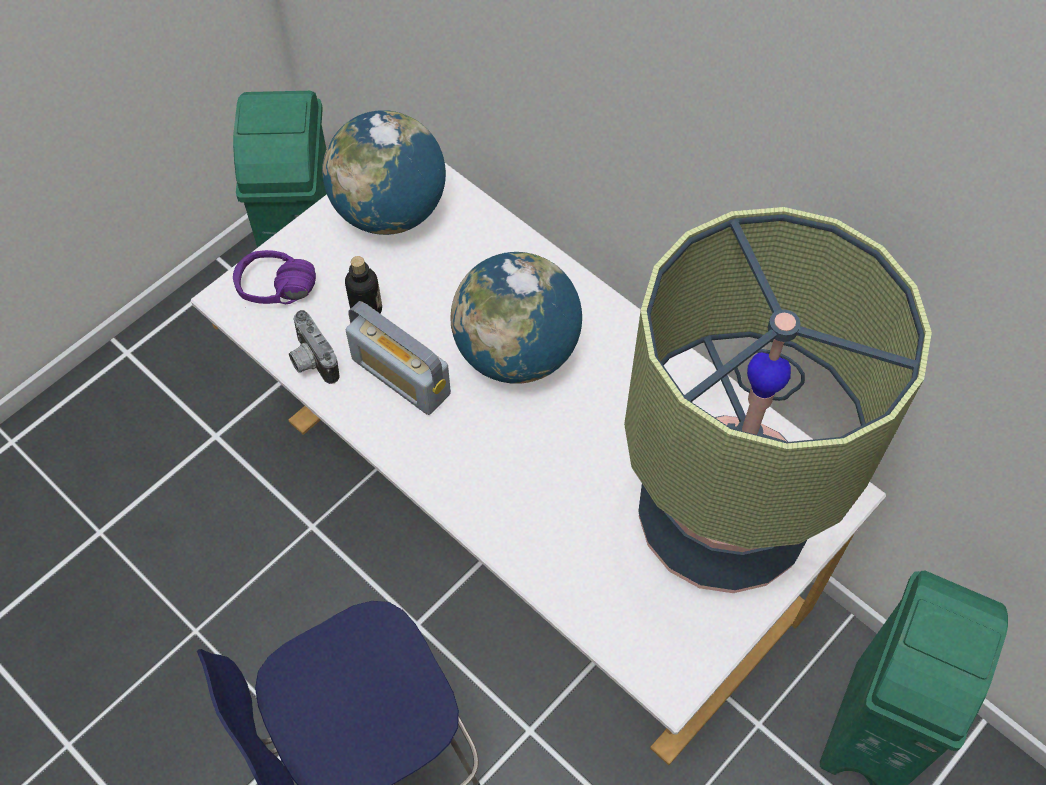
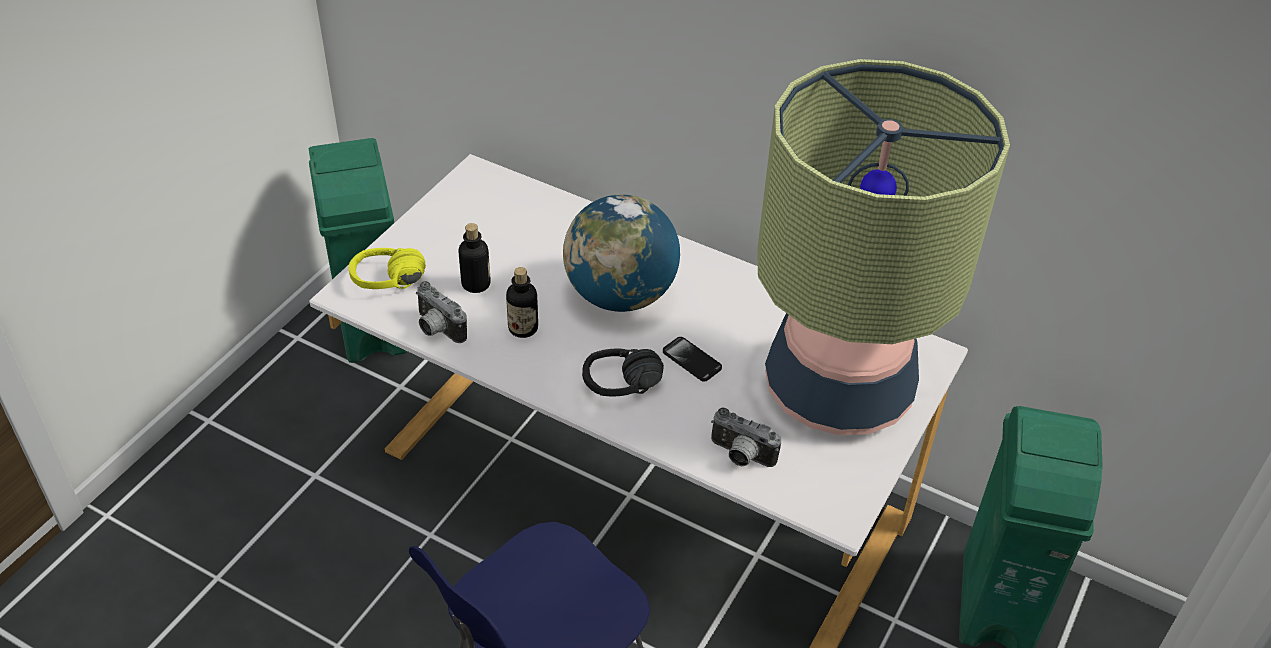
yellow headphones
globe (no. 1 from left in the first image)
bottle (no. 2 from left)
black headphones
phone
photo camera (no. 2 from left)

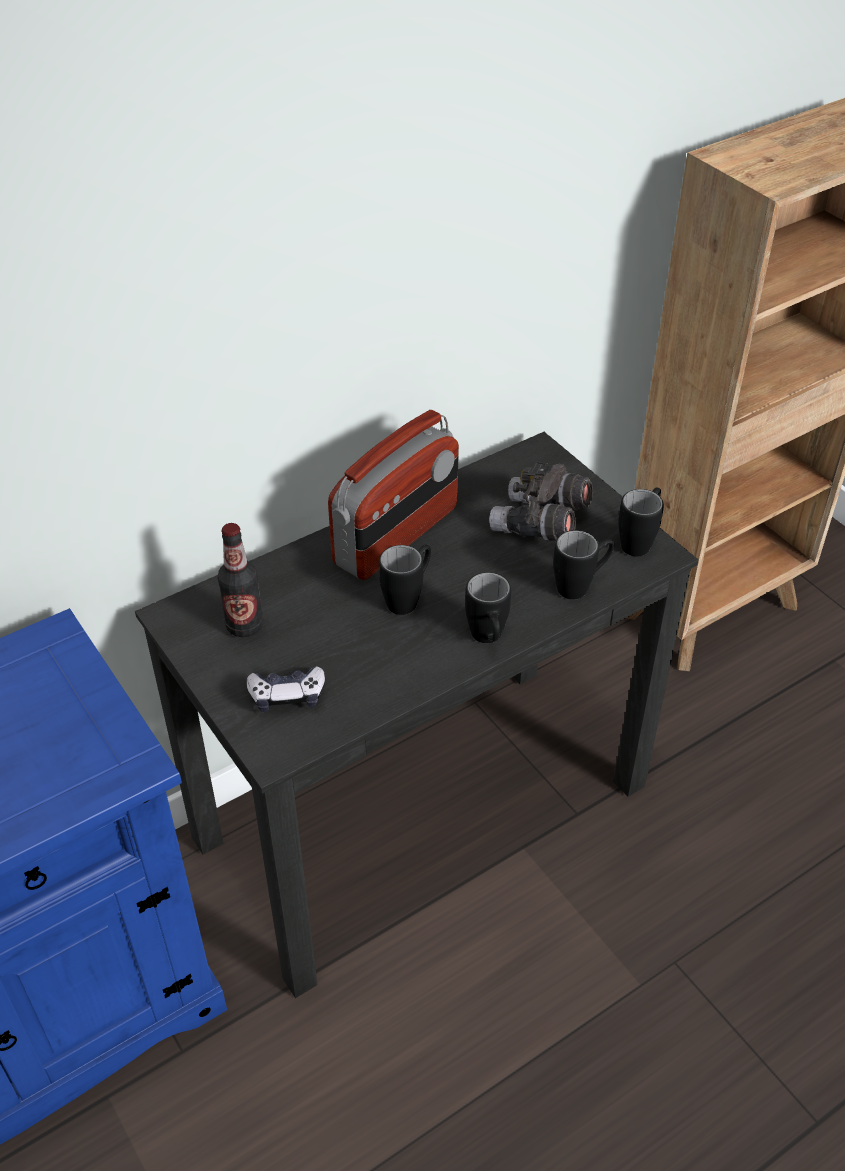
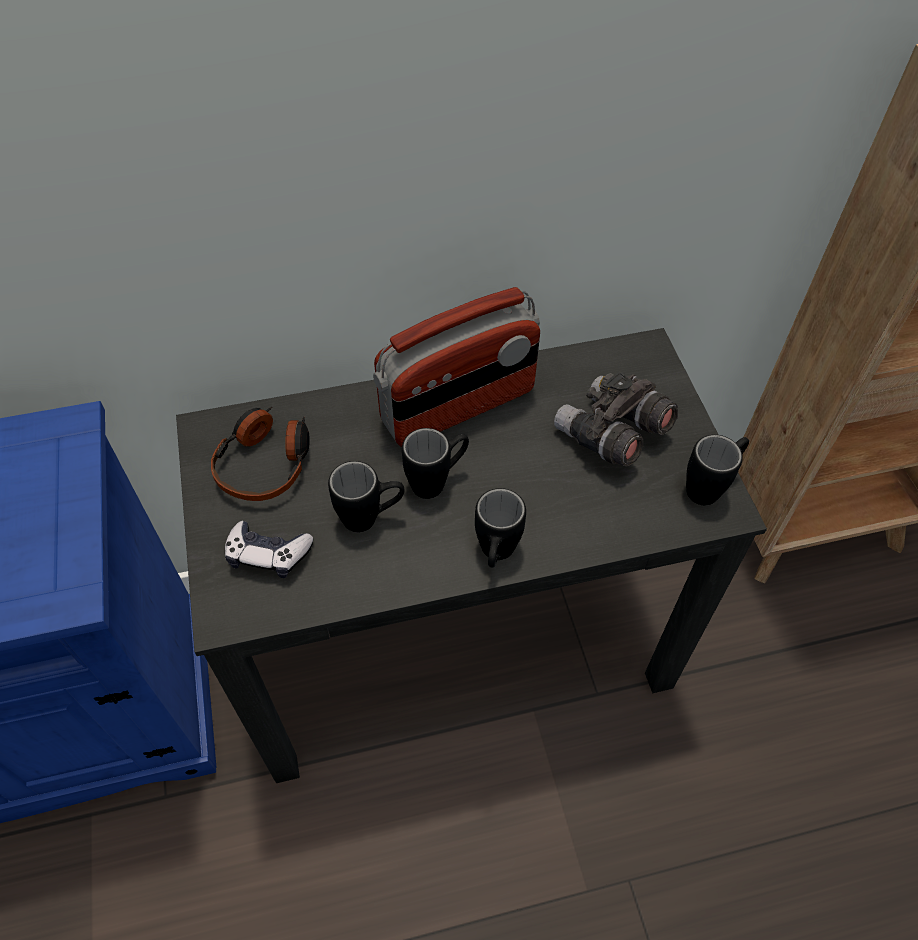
headphones
black mug (no. 1 from left)

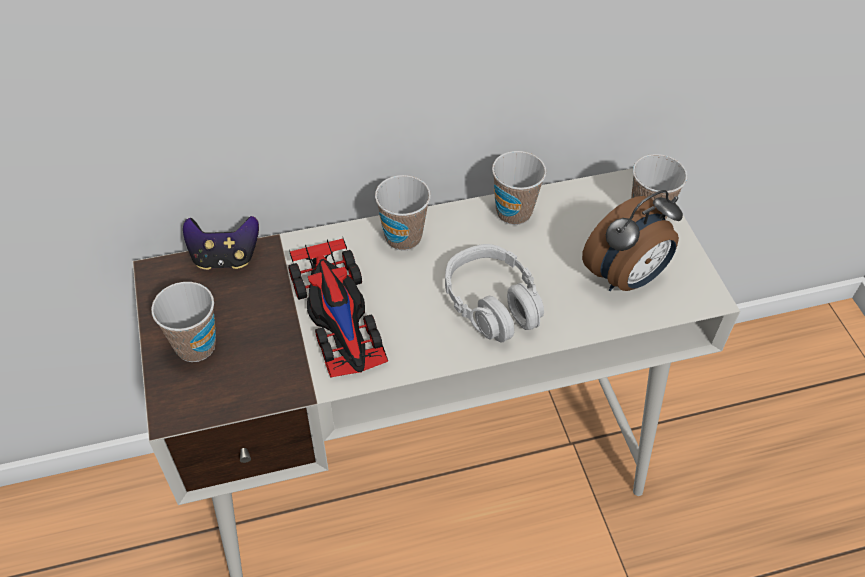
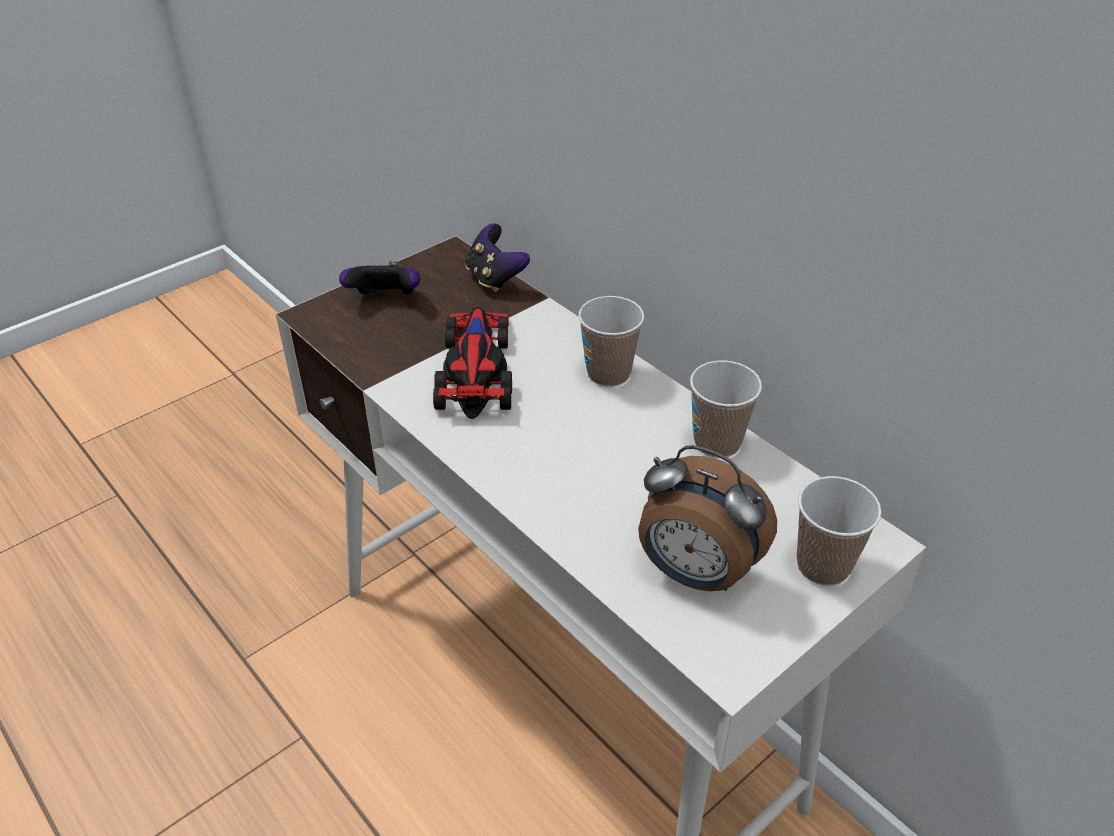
game controller (no. 1 from left)
toy car
grey headphones

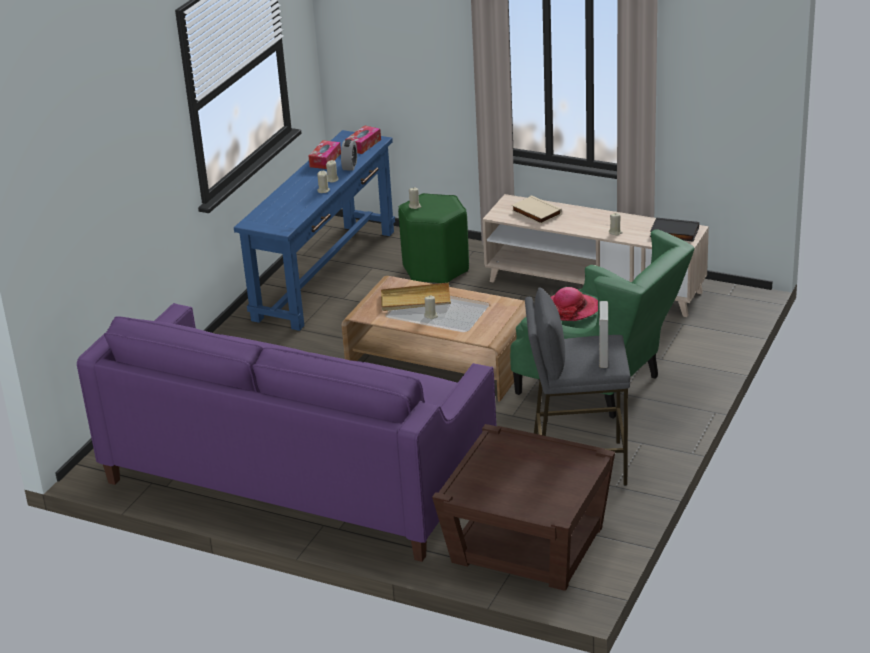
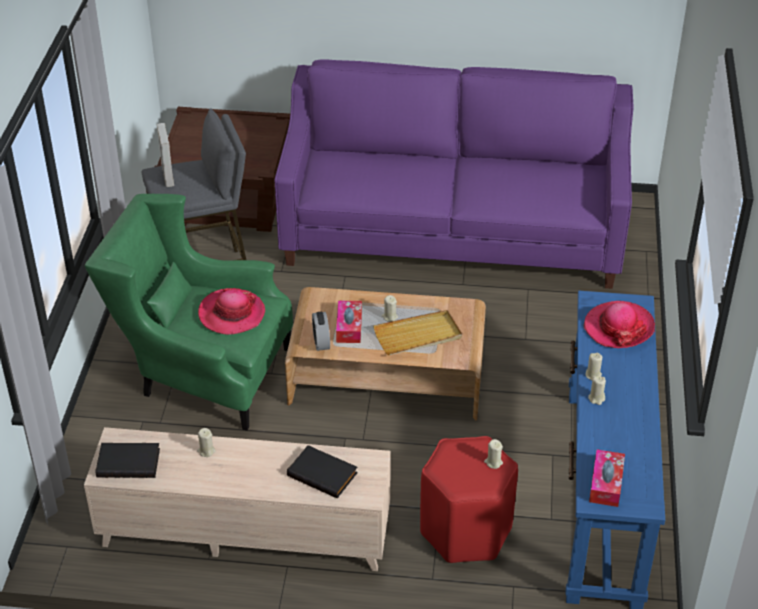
tissue box (no. 1 from left)
alarm clock
red stool
black book (no. 2 from left)
hat (no. 2 from left)

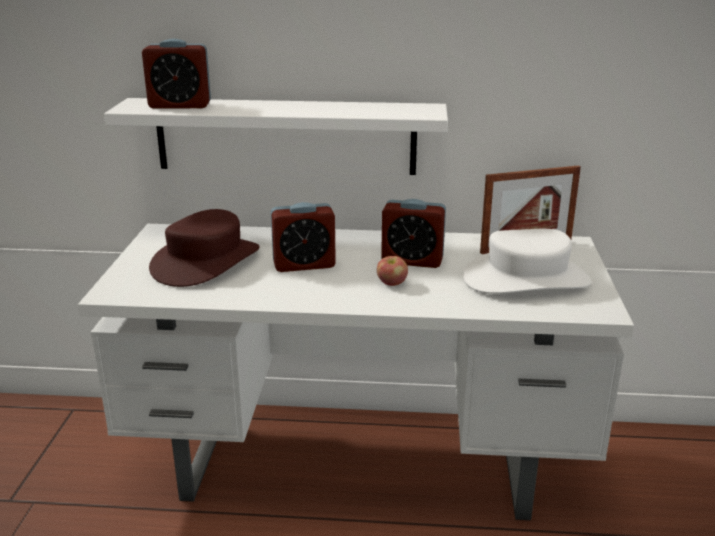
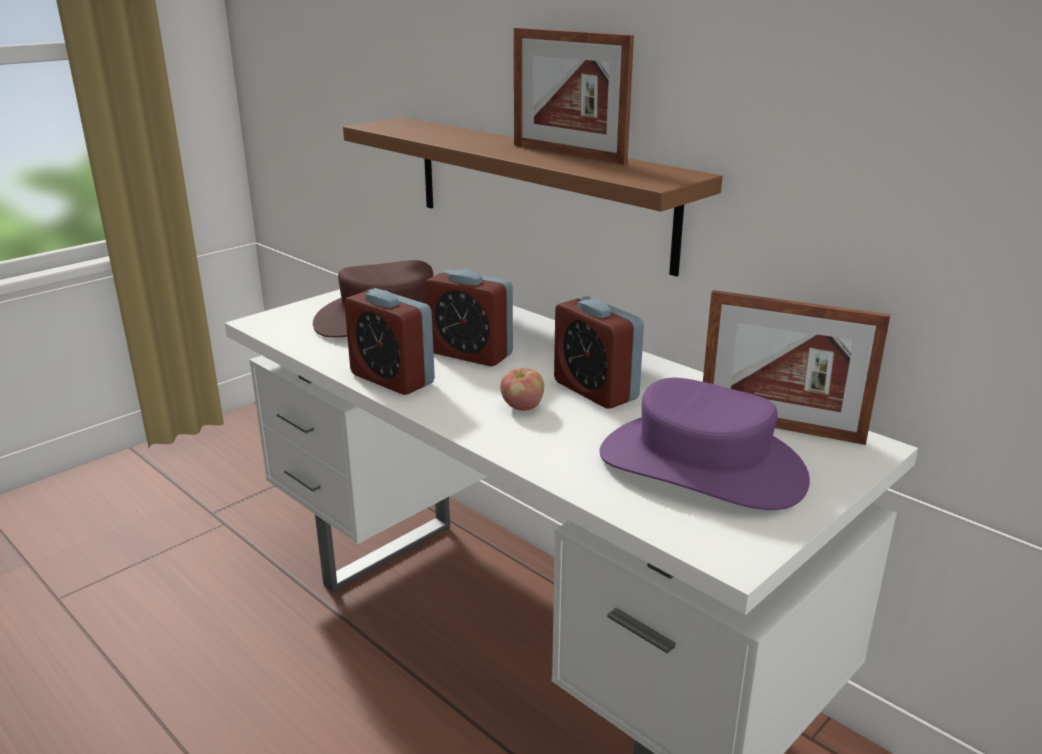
brown shelf
alarm clock (no. 1 from left)
purple hat
picture frame (no. 1 from left)

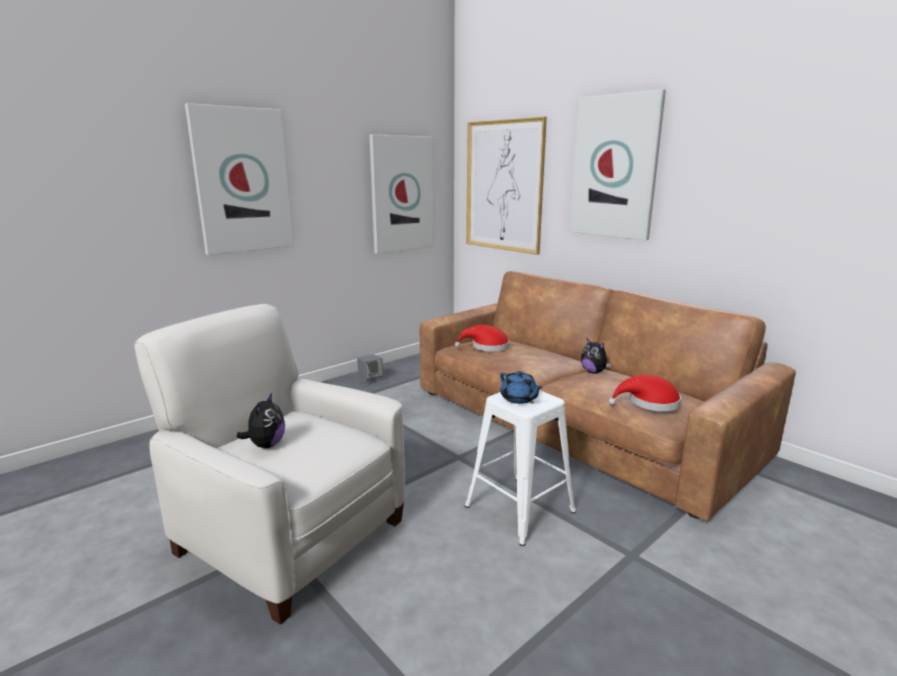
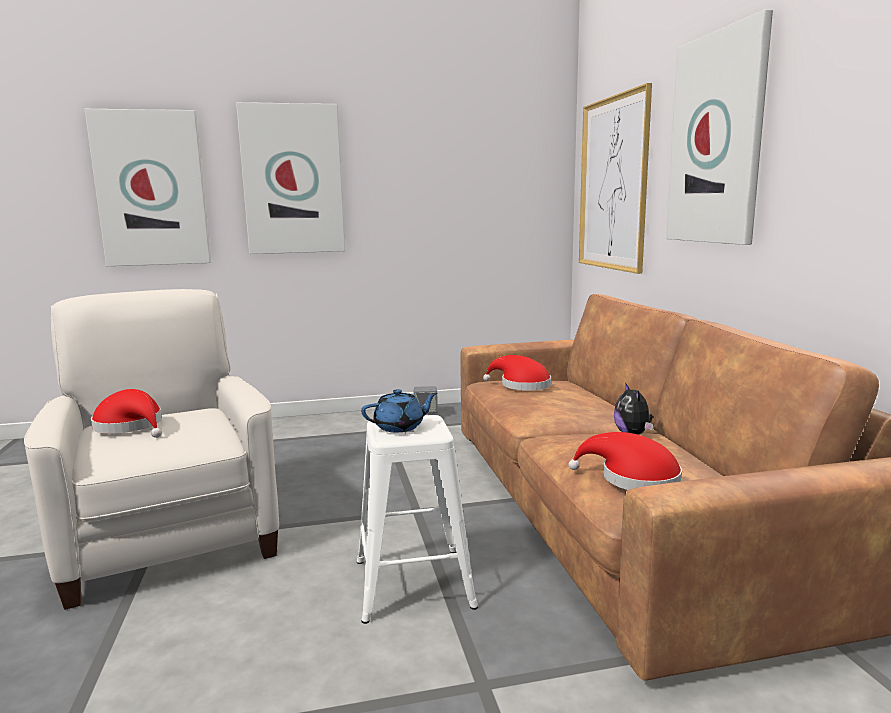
red hat (no. 1 from left)
picture (no. 1 from left)
blue teapot

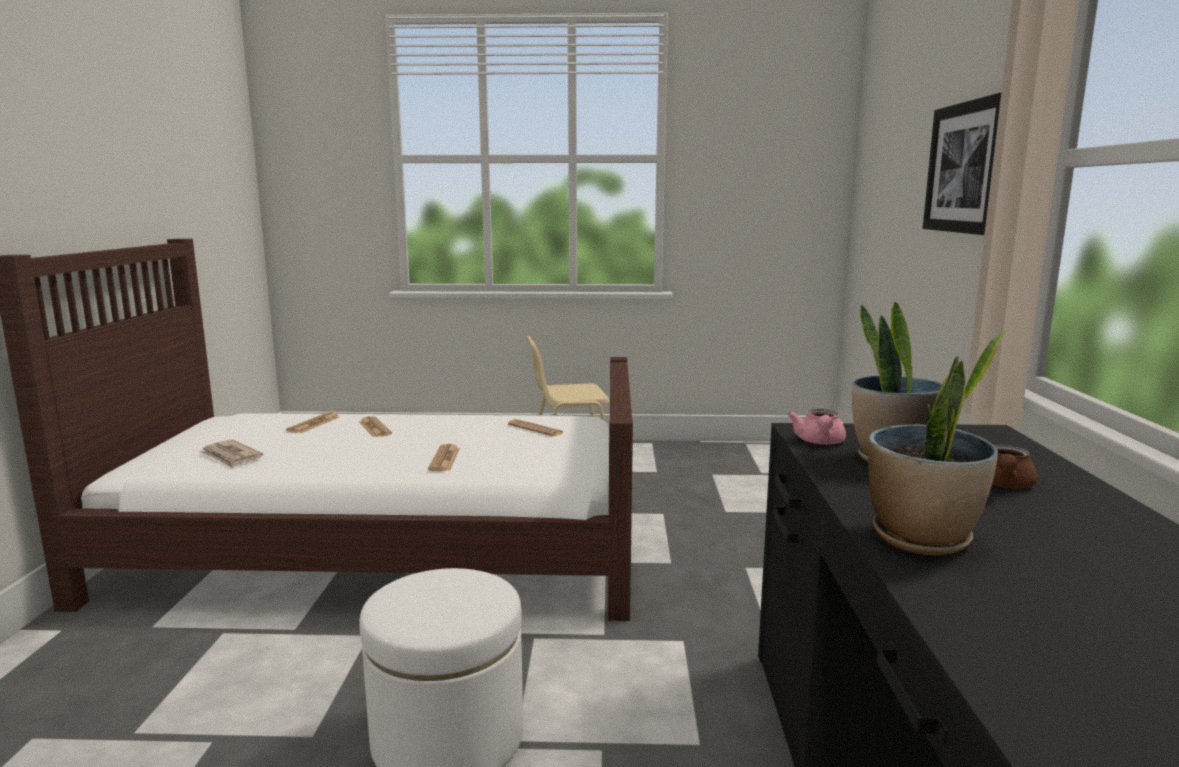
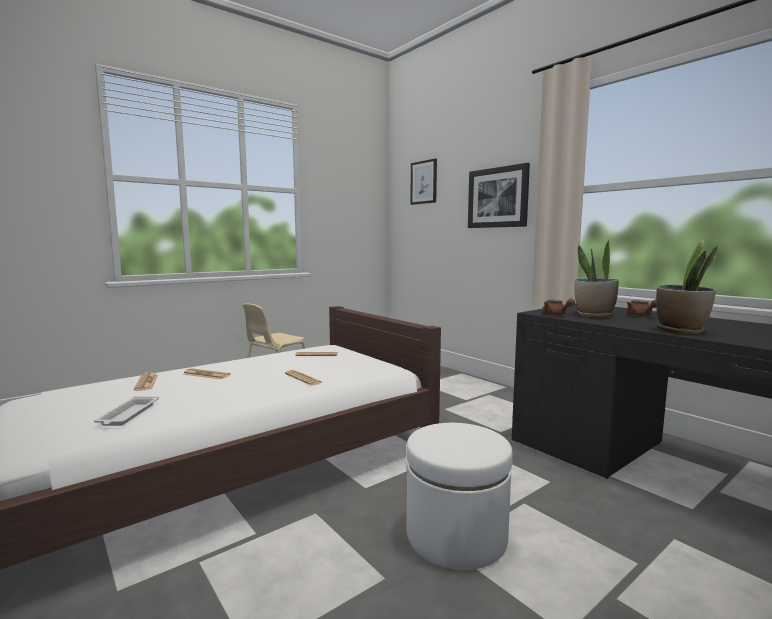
white tray
brown teapot (no. 1 from left)
picture (no. 1 from left)

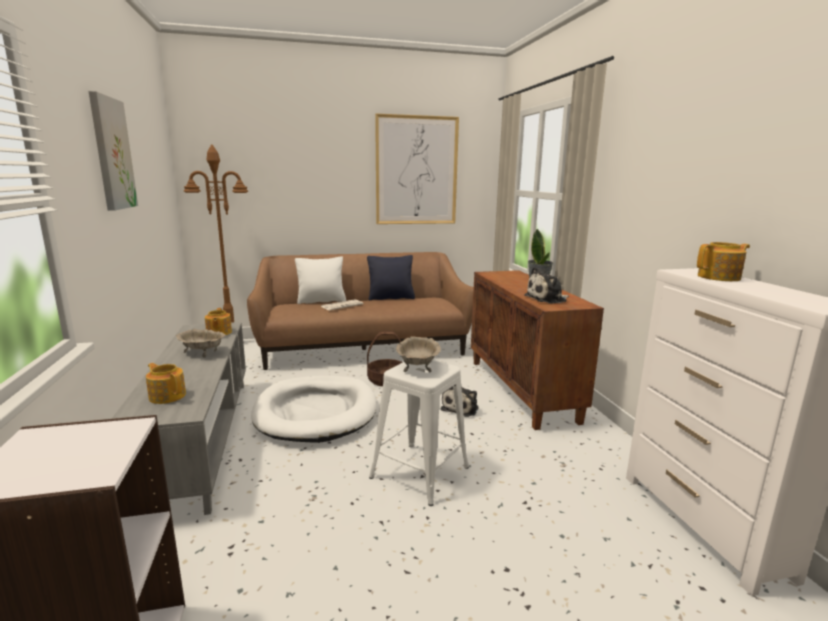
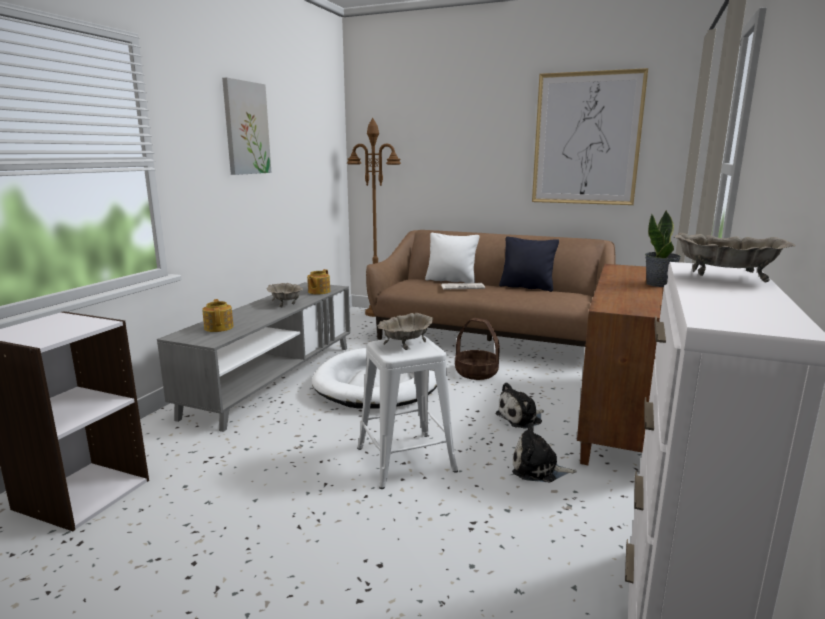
plush toy (no. 2 from left)
beige bowl (no. 3 from left)

